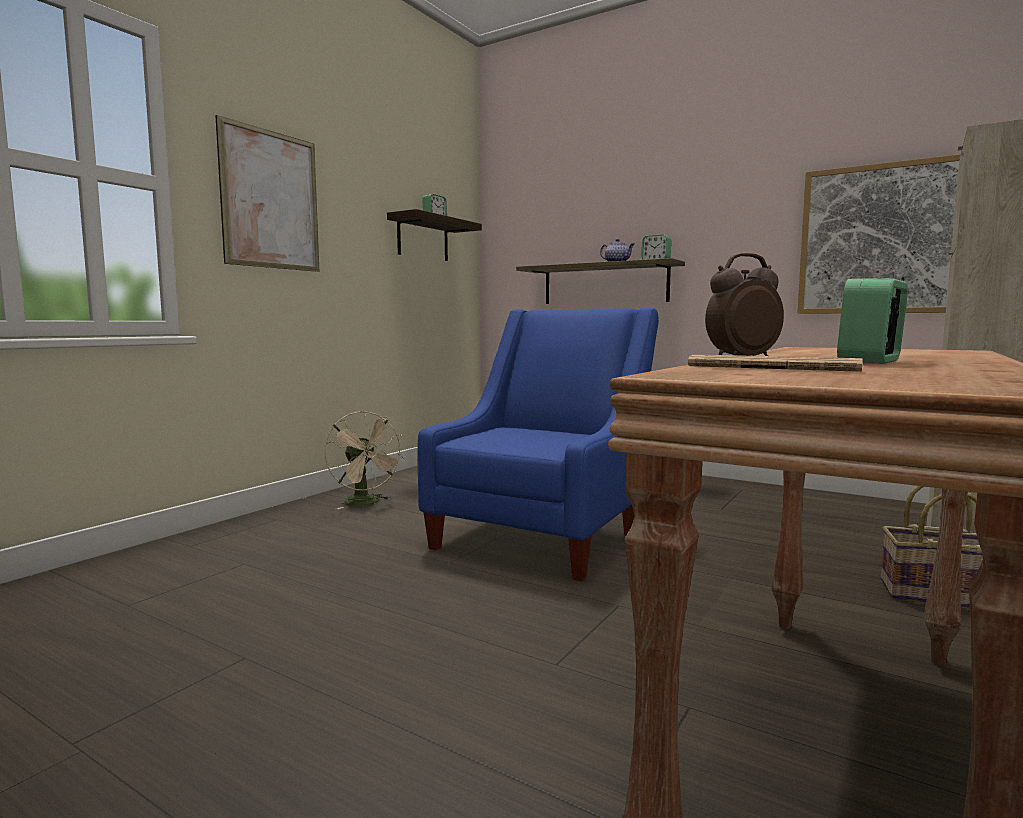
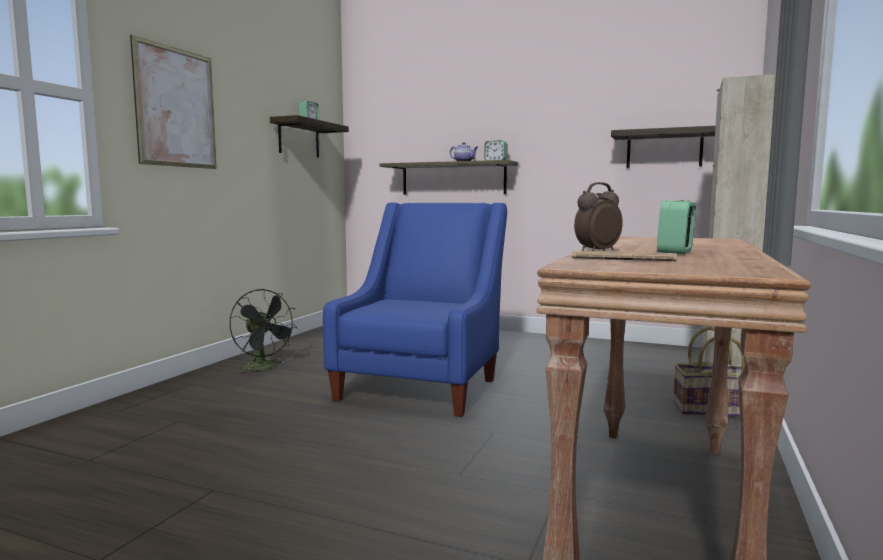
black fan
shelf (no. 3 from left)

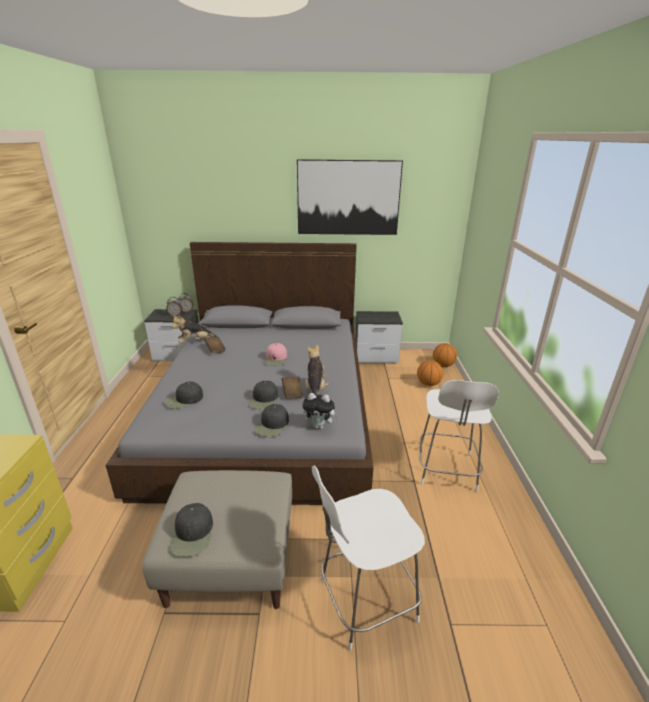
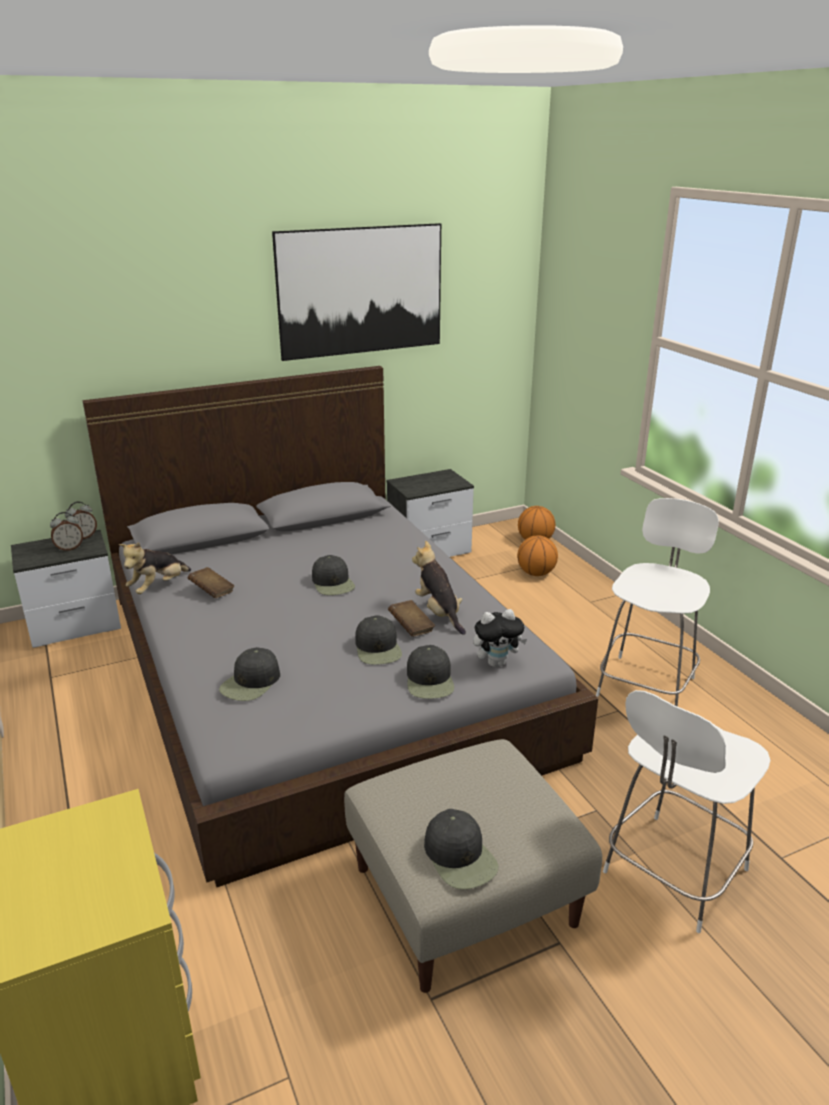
black cap (no. 2 from left)
white chair (no. 1 from left)

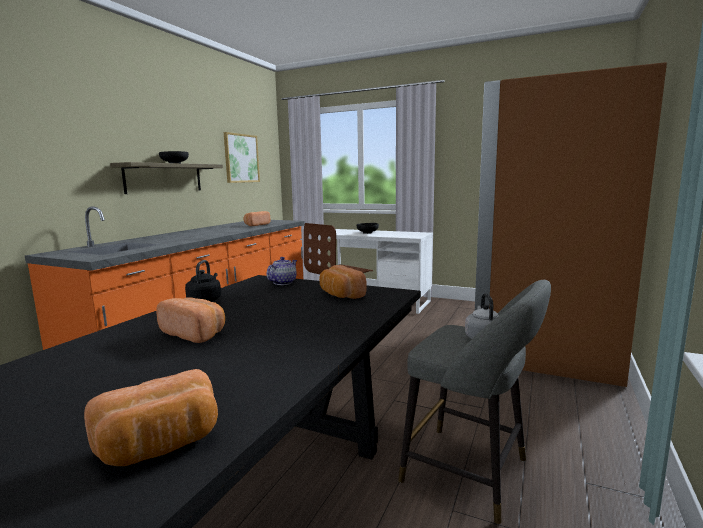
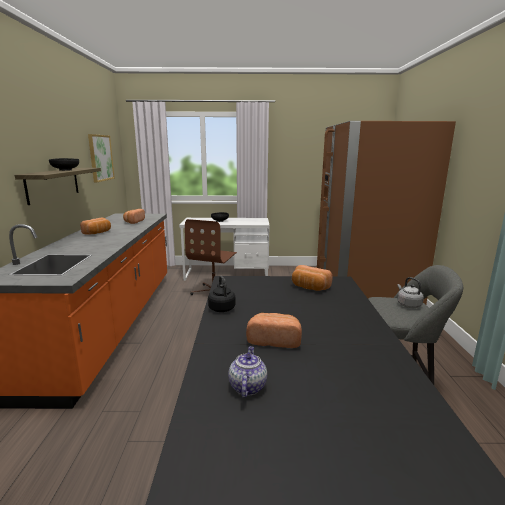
bread (no. 1 from left)
teapot

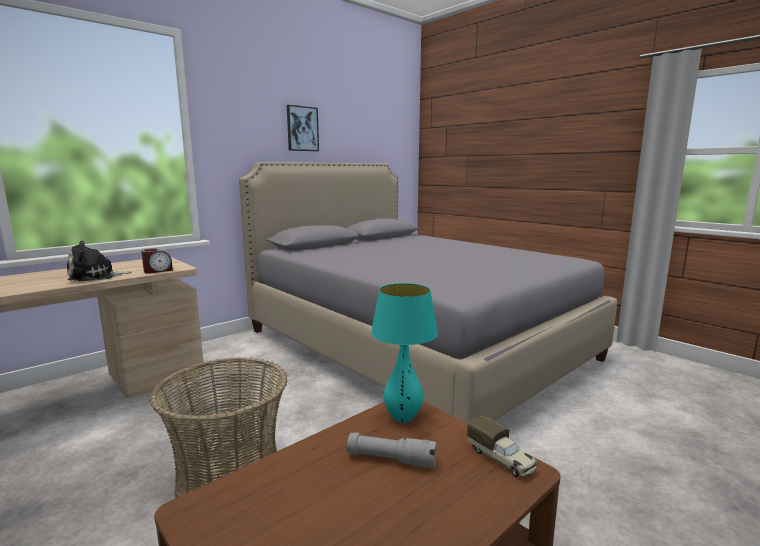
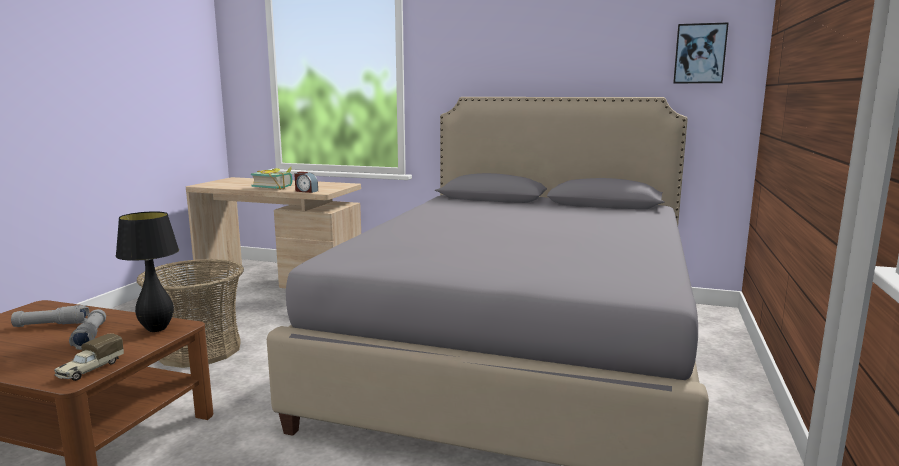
book
picture
black table lamp
grey flashlight (no. 1 from left)

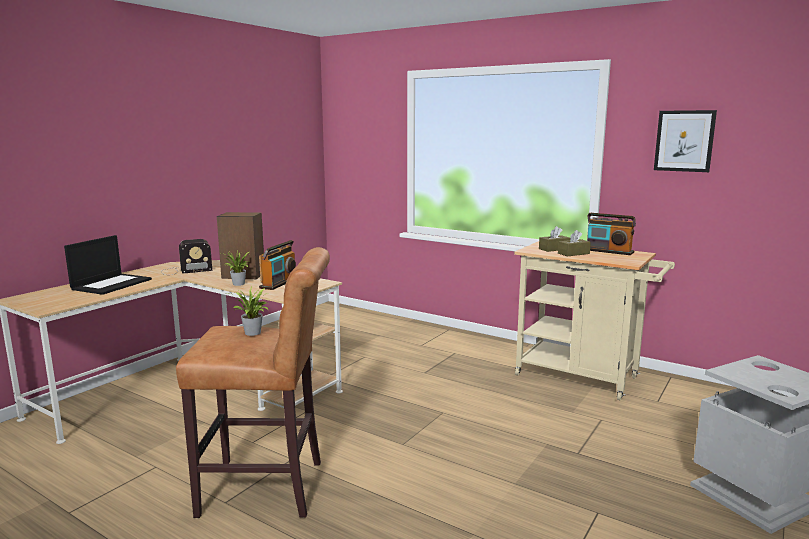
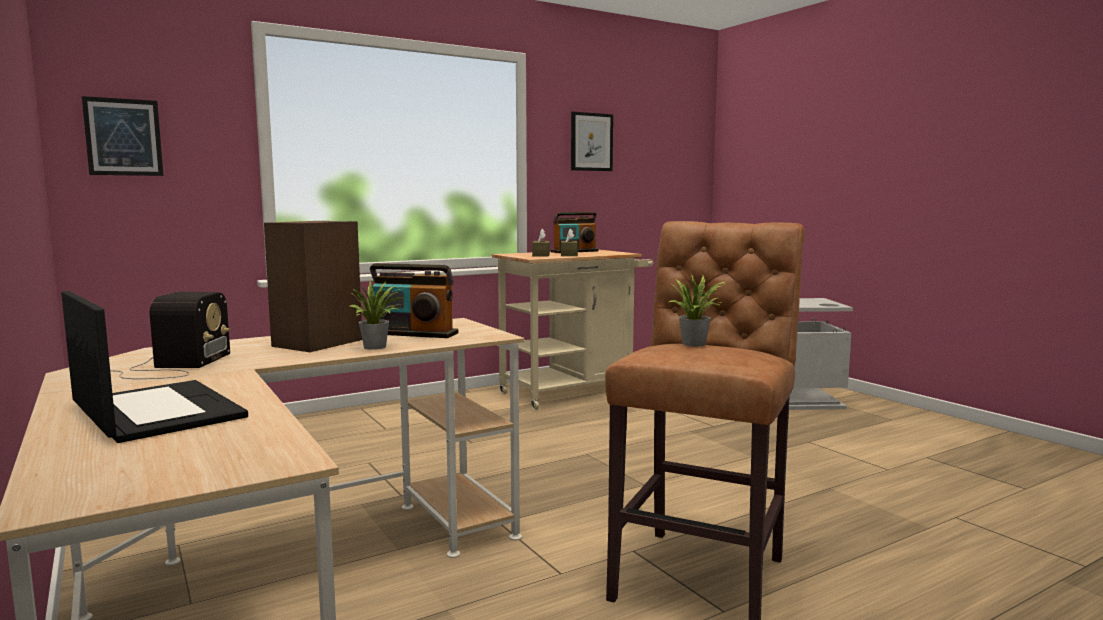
radio (no. 2 from left)
picture (no. 1 from left)

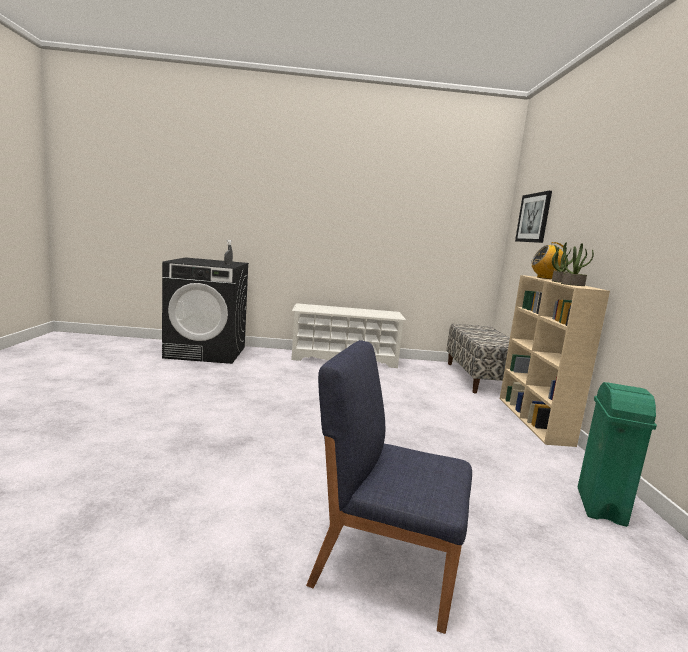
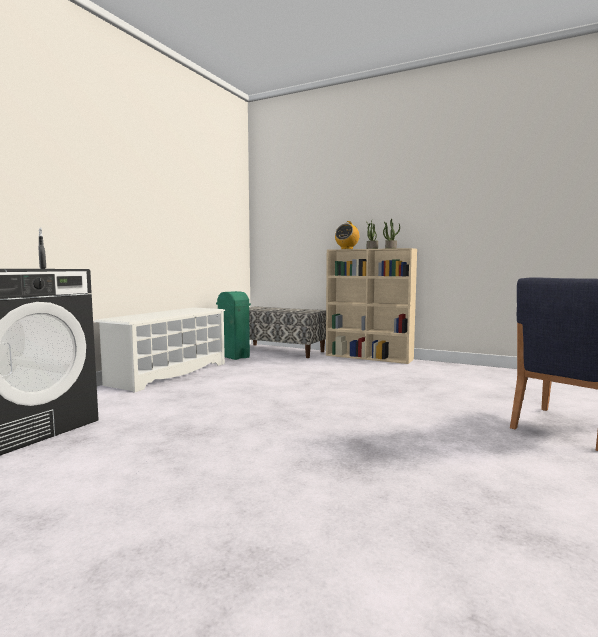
picture
green trash can

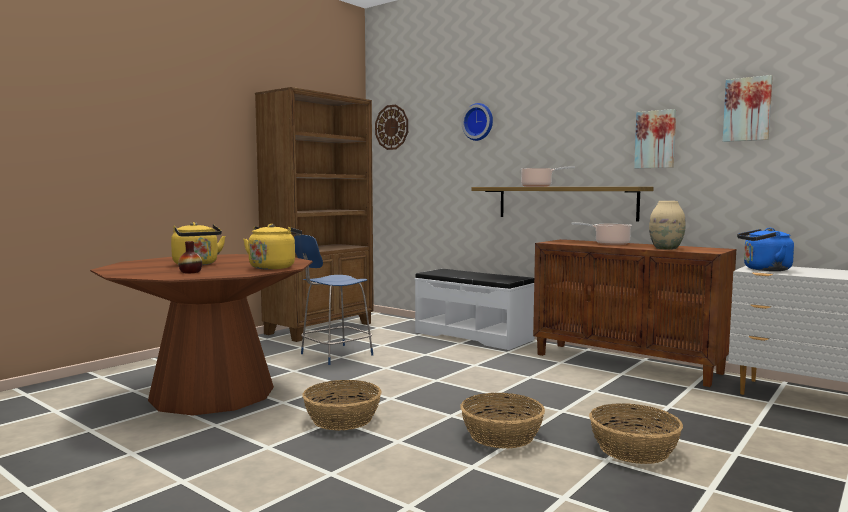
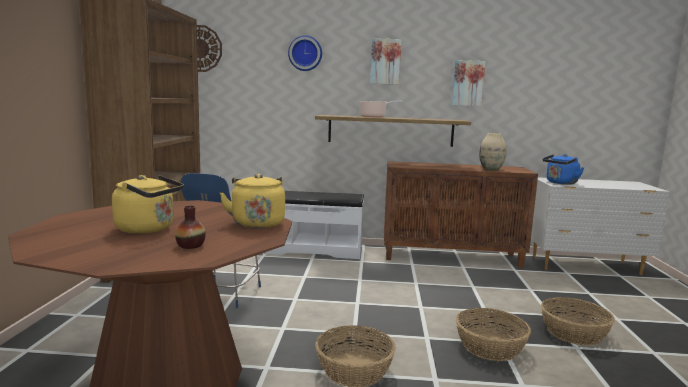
cooking pot (no. 2 from left in the first image)
picture (no. 1 from left)

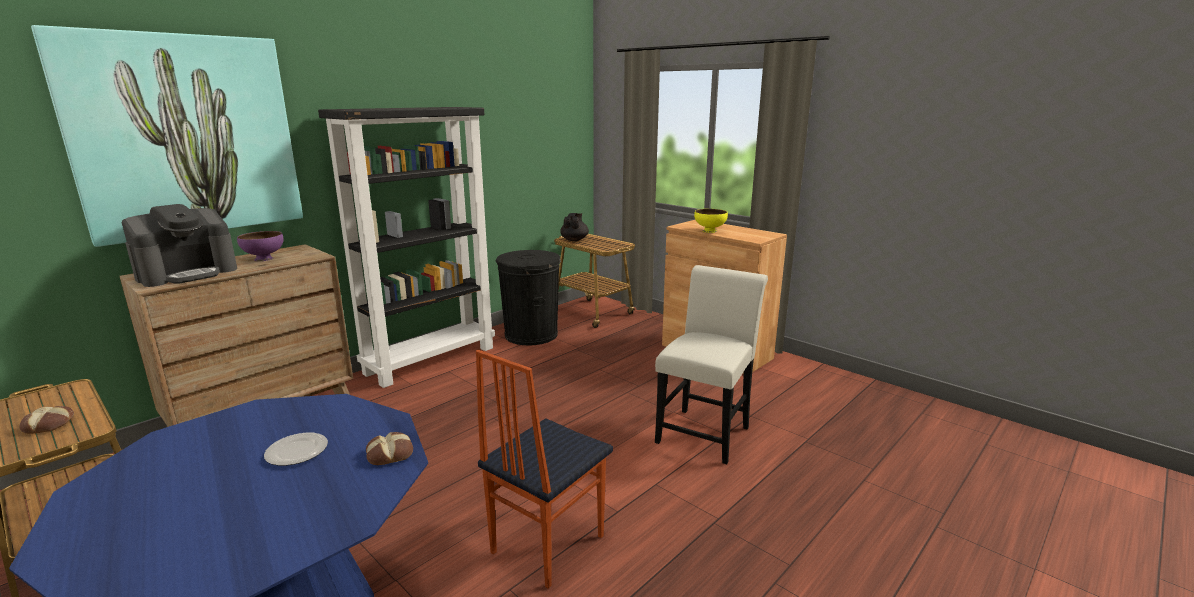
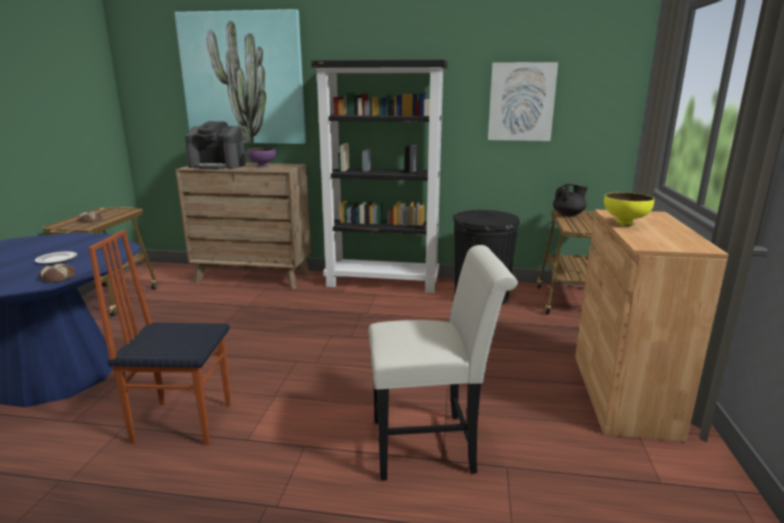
picture (no. 2 from left)

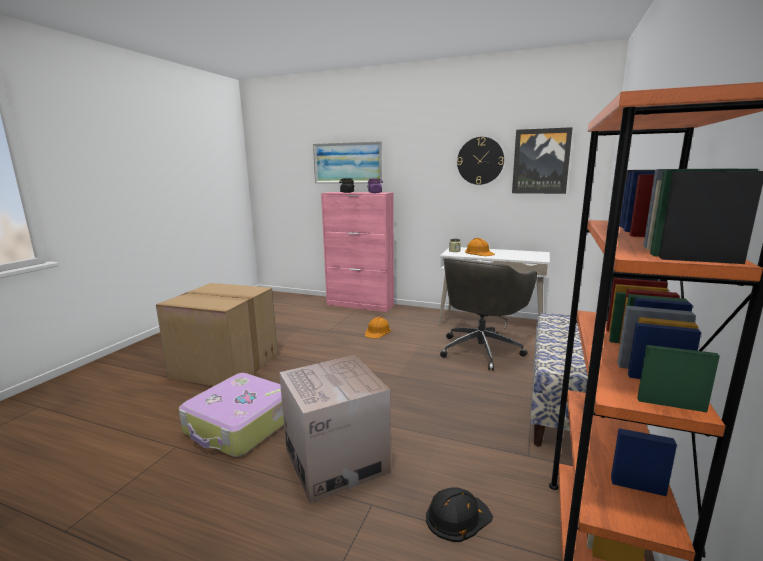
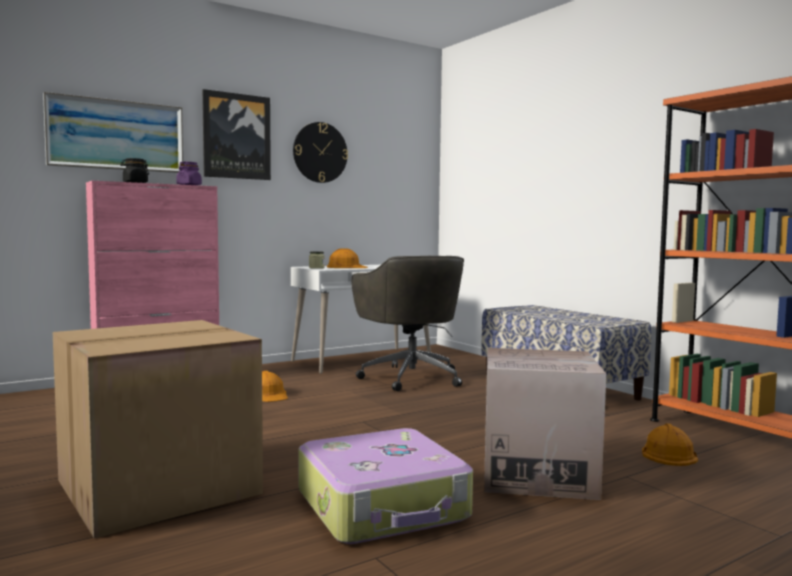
orange hard hat (no. 3 from left)
picture (no. 2 from left)

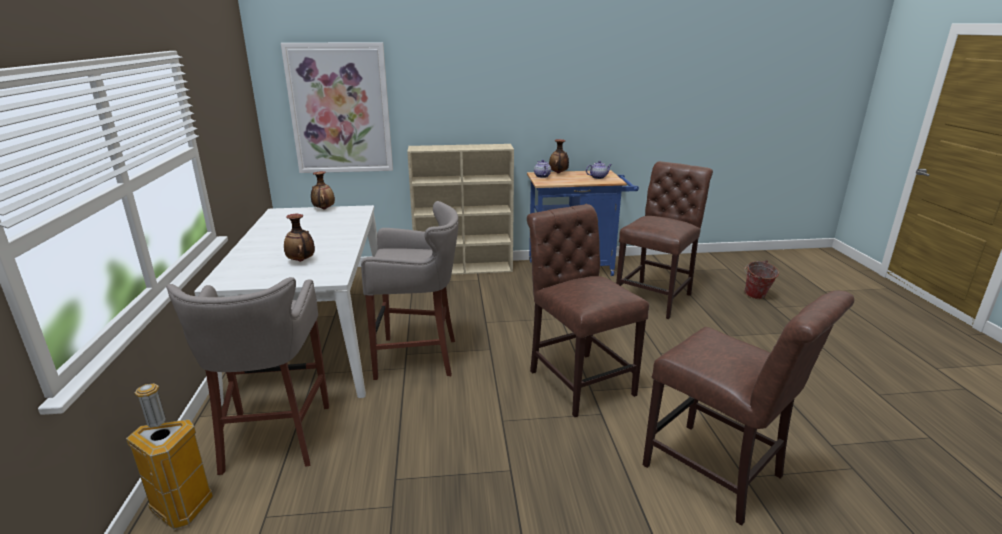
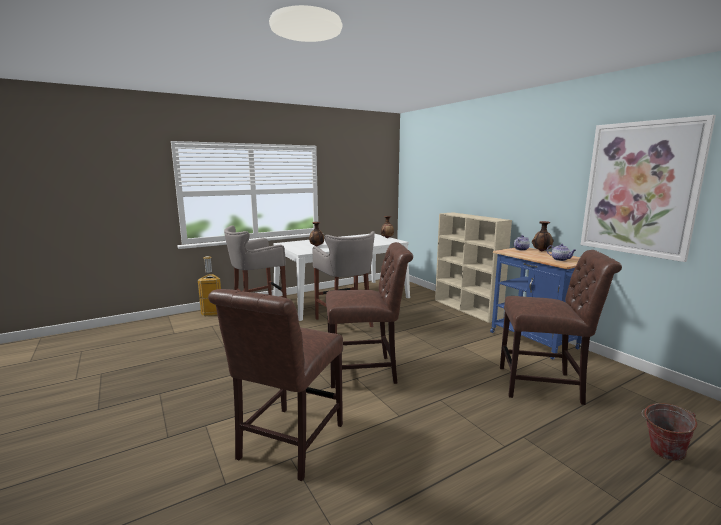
picture
brown chair (no. 2 from left)

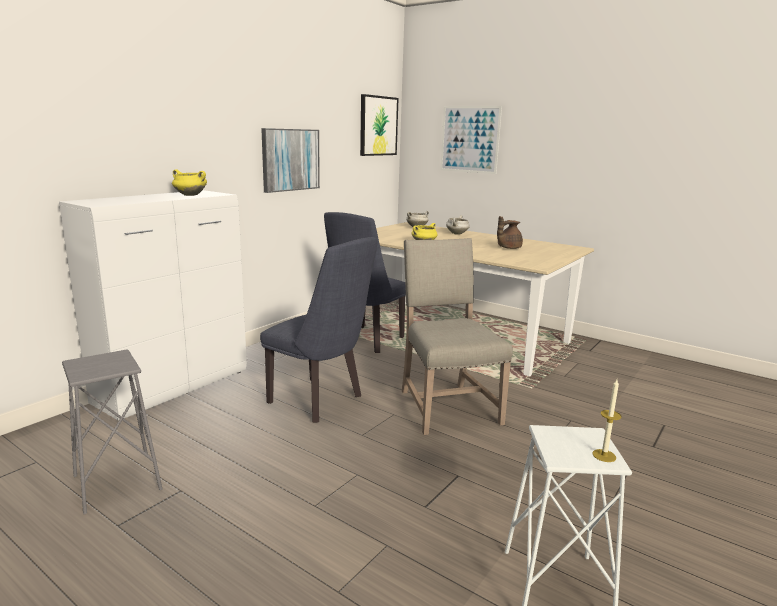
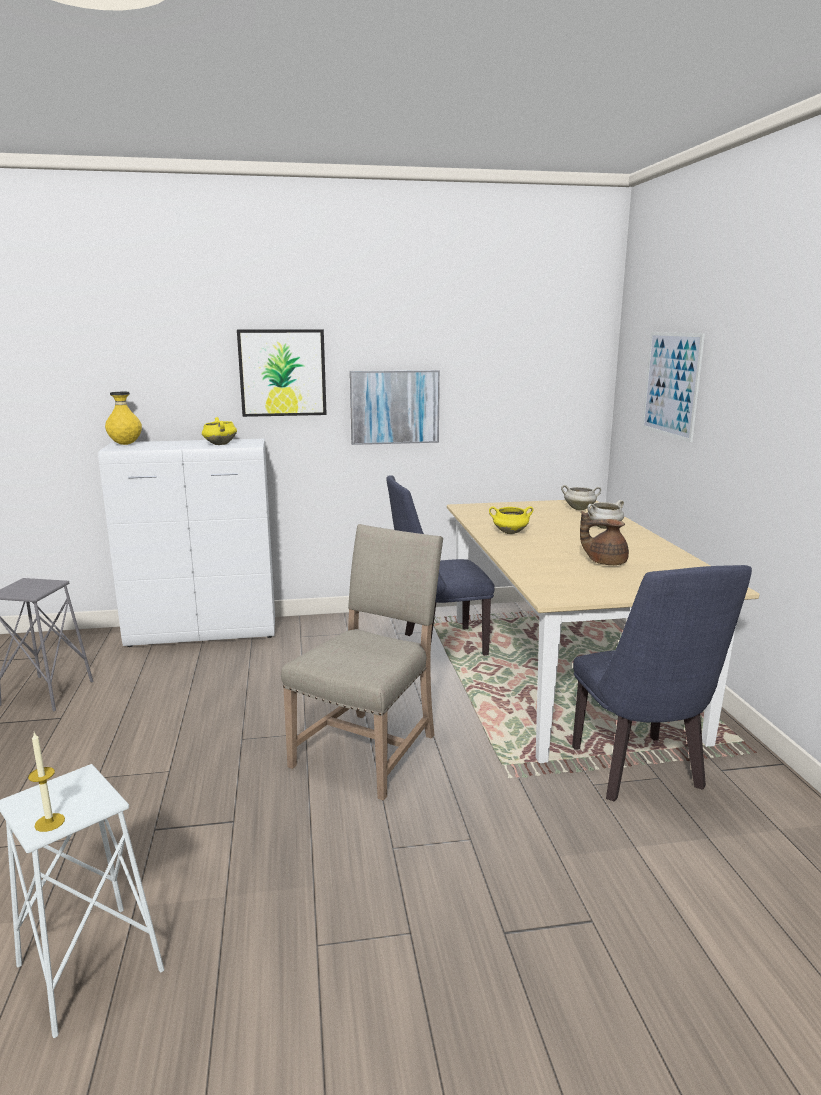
blue chair (no. 2 from left)
picture (no. 1 from left)
yellow vase

